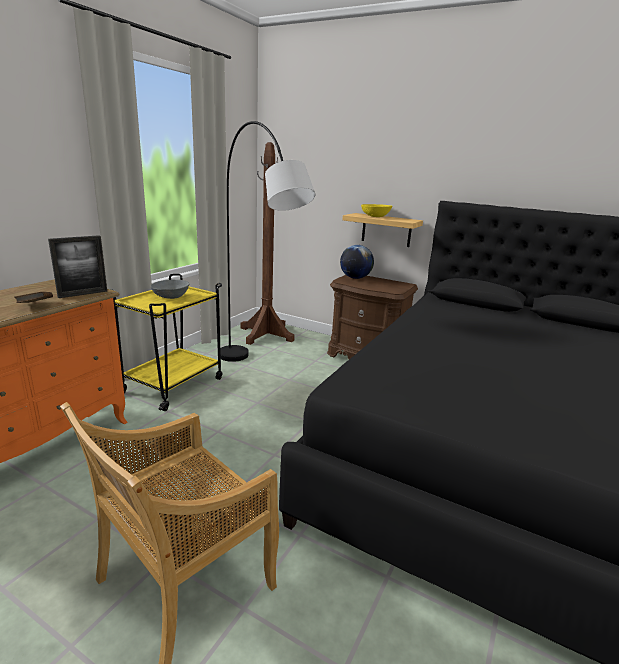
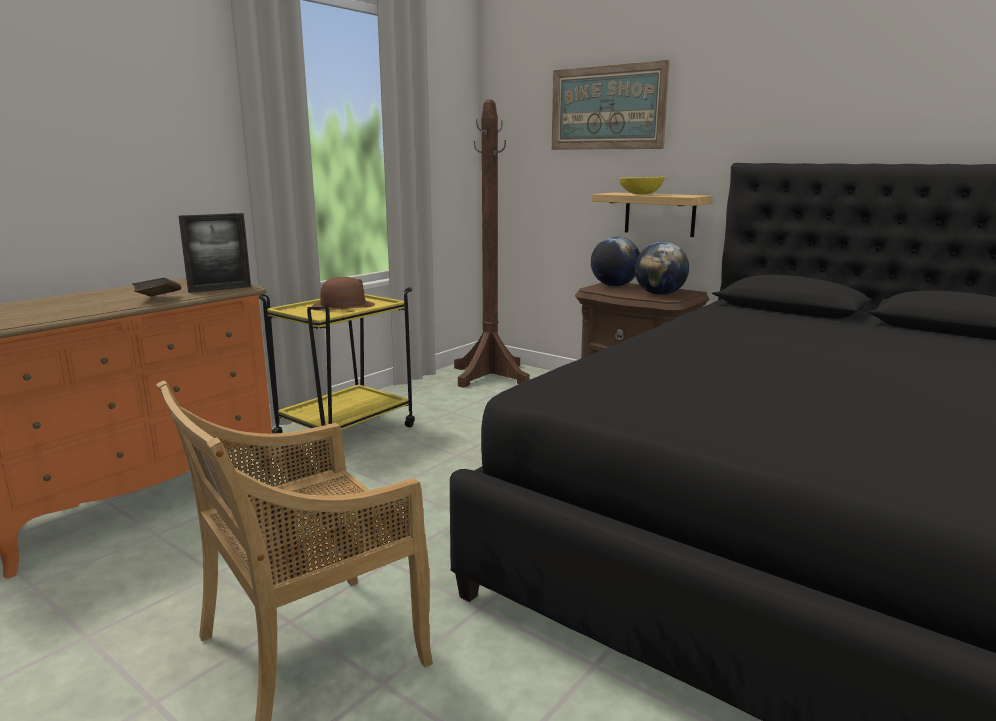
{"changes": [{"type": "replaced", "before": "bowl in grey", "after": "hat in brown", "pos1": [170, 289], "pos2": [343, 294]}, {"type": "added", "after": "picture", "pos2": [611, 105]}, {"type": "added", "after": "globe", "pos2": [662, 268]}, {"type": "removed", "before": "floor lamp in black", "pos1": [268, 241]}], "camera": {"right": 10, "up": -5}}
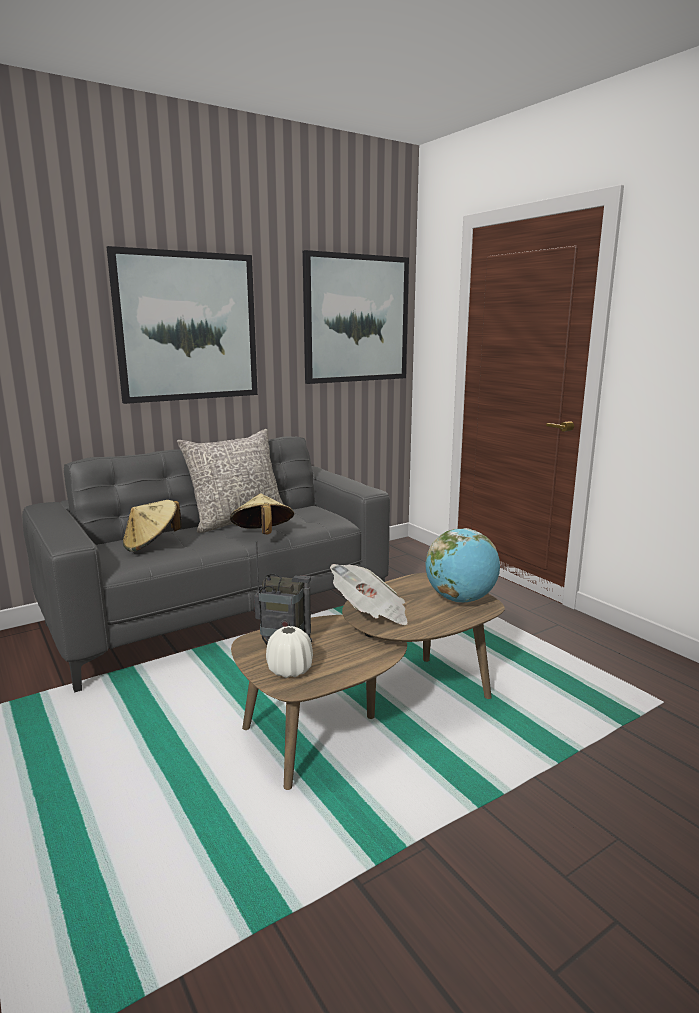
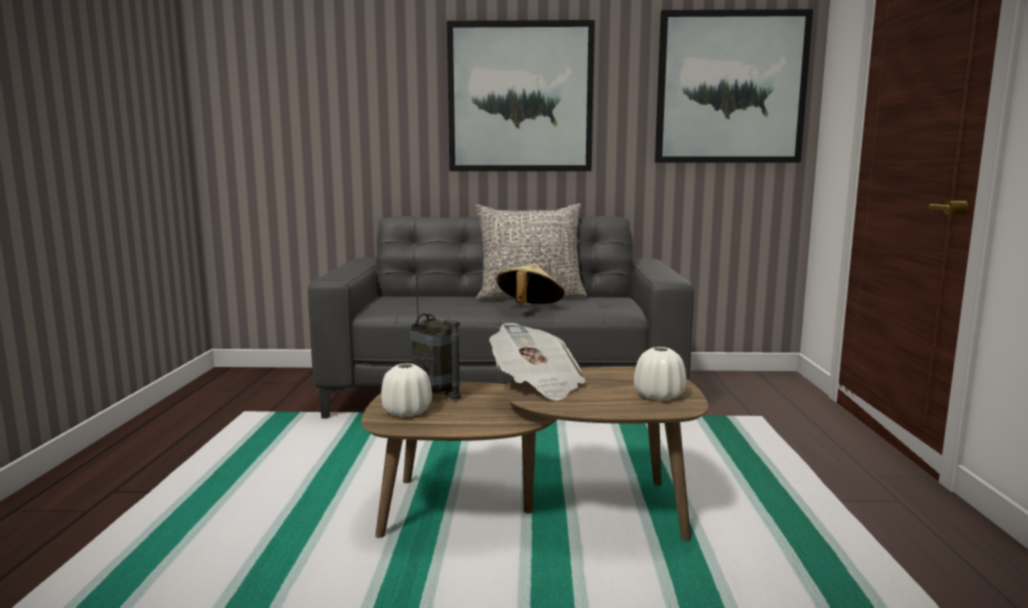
{"changes": [{"type": "replaced", "before": "globe", "after": "vase in white", "pos1": [463, 565], "pos2": [660, 374]}, {"type": "removed", "before": "hat in beige", "pos1": [152, 526]}], "camera": {"right": 35, "up": -5}}
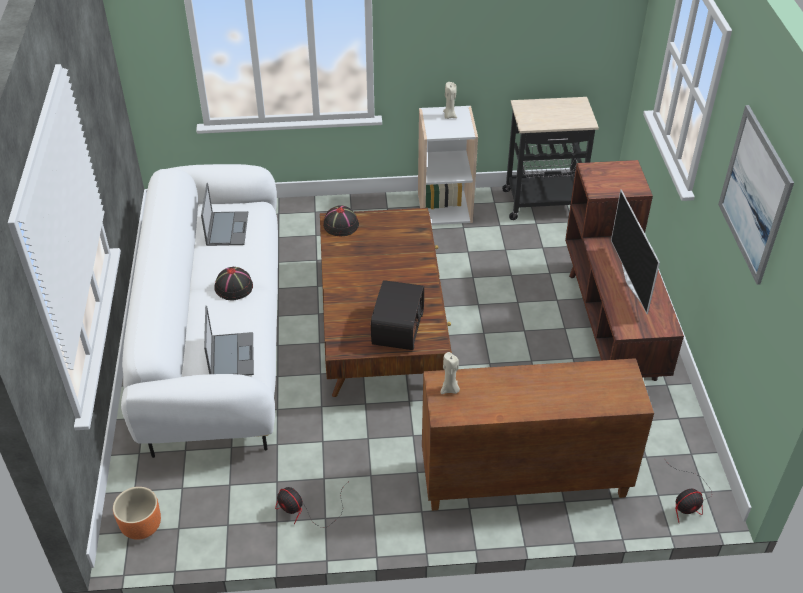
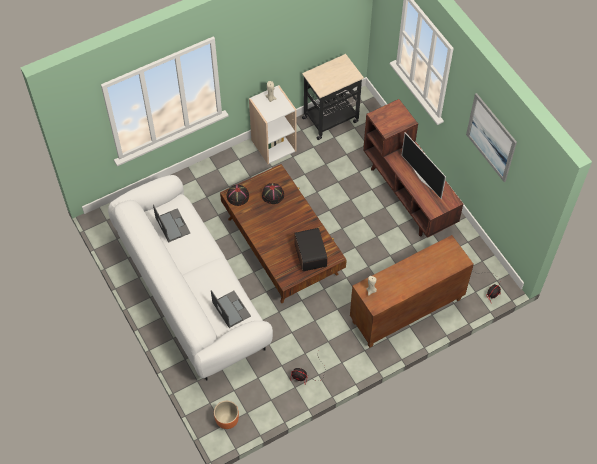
{"changes": [{"type": "moved", "before": "hat in black", "pos1": [233, 284], "pos2": [273, 193]}], "camera": {"right": -25, "up": 15}}
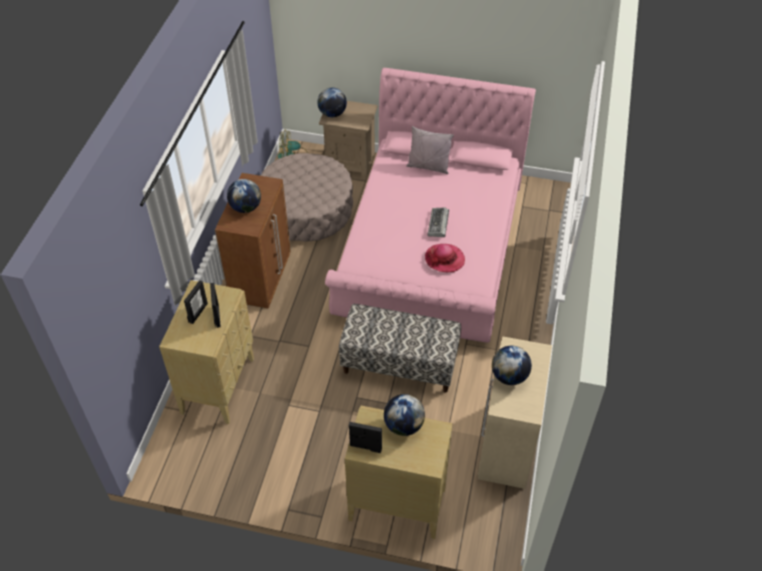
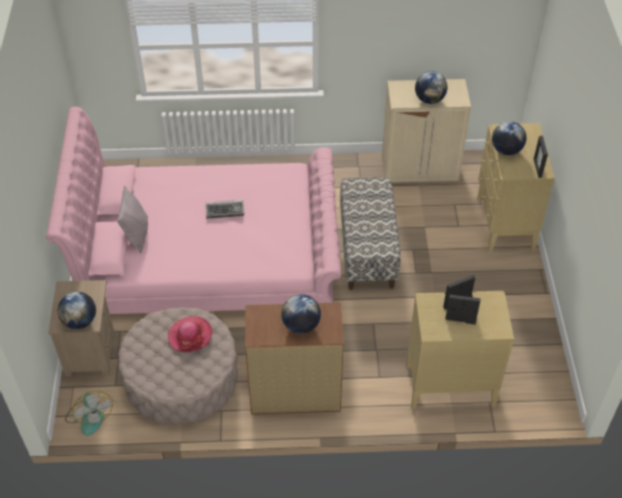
{"changes": [{"type": "moved", "before": "hat", "pos1": [445, 258], "pos2": [190, 334]}], "camera": {"right": -105, "up": 0}}
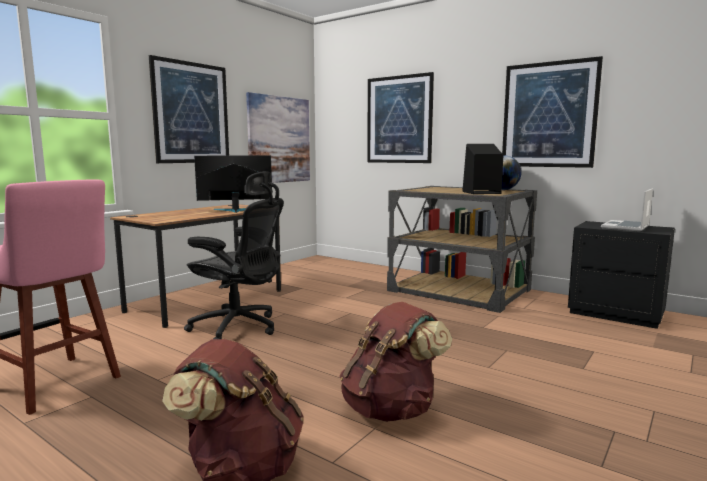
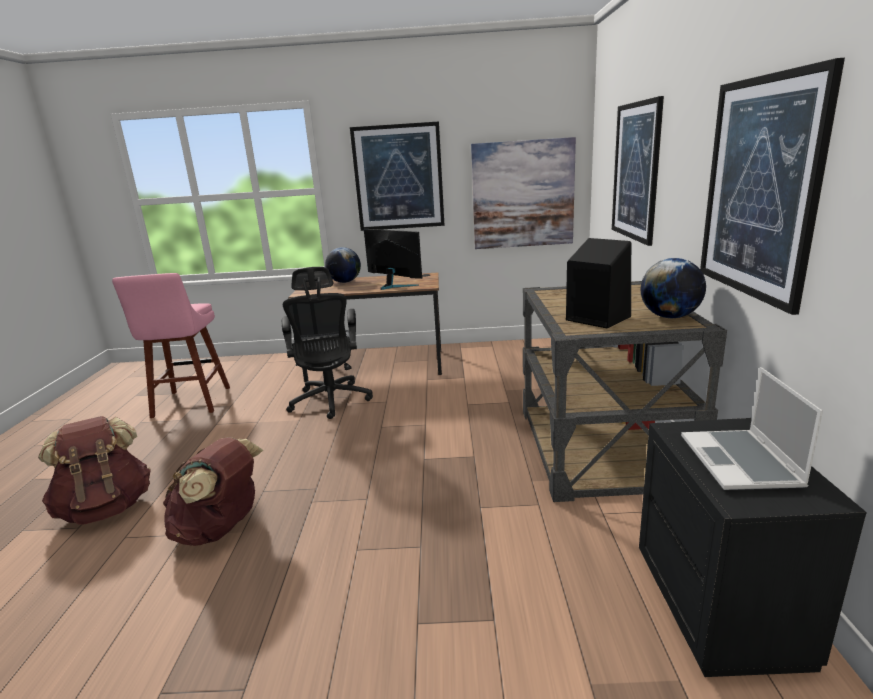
{"changes": [{"type": "added", "after": "globe", "pos2": [343, 265]}, {"type": "turned", "before": "laptop", "pos1": [627, 210], "pos2": [752, 428], "turn": -90}], "camera": {"right": 55, "up": 10}}
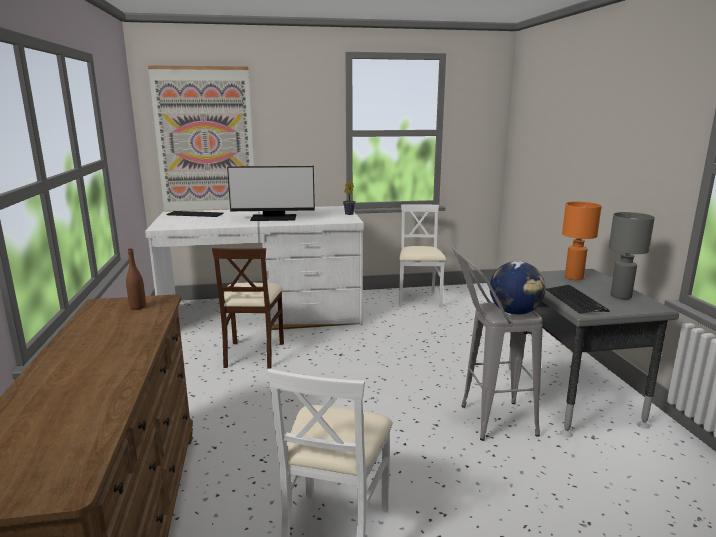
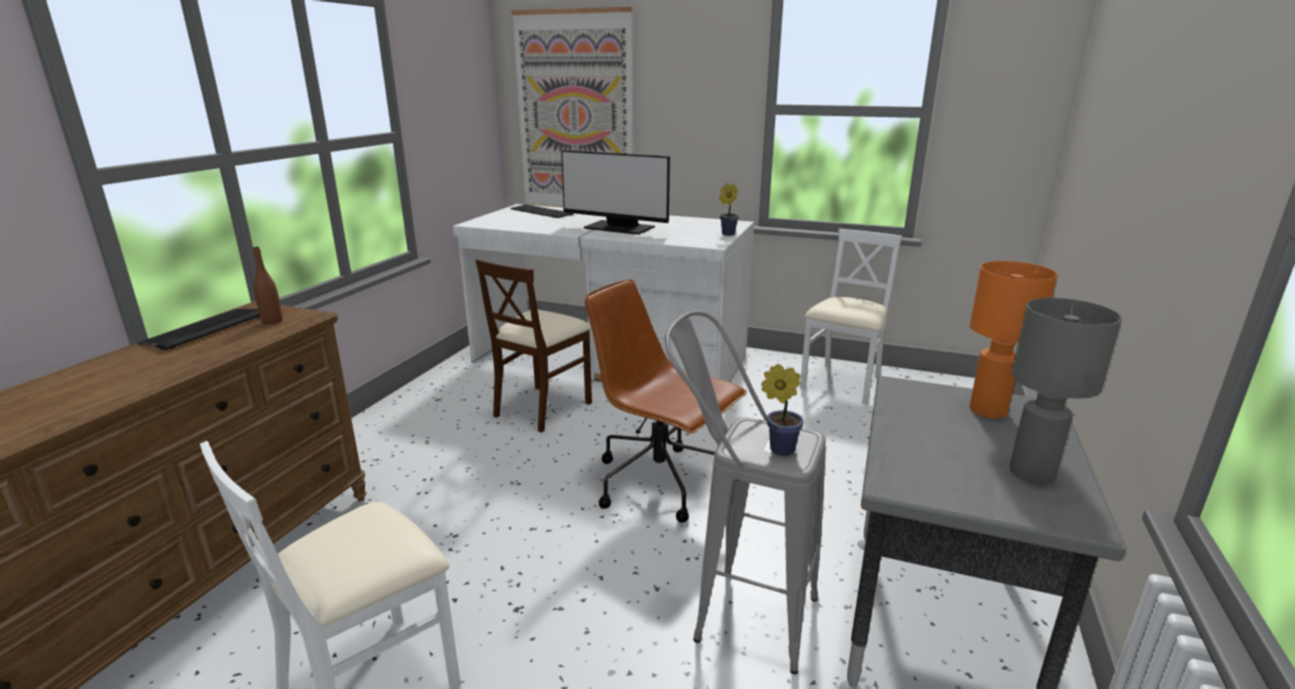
{"changes": [{"type": "moved", "before": "keyboard", "pos1": [577, 299], "pos2": [198, 329]}, {"type": "added", "after": "office chair in brown", "pos2": [666, 401]}, {"type": "replaced", "before": "globe", "after": "potted plant", "pos1": [517, 288], "pos2": [782, 410]}], "camera": {"right": 30, "up": 5}}
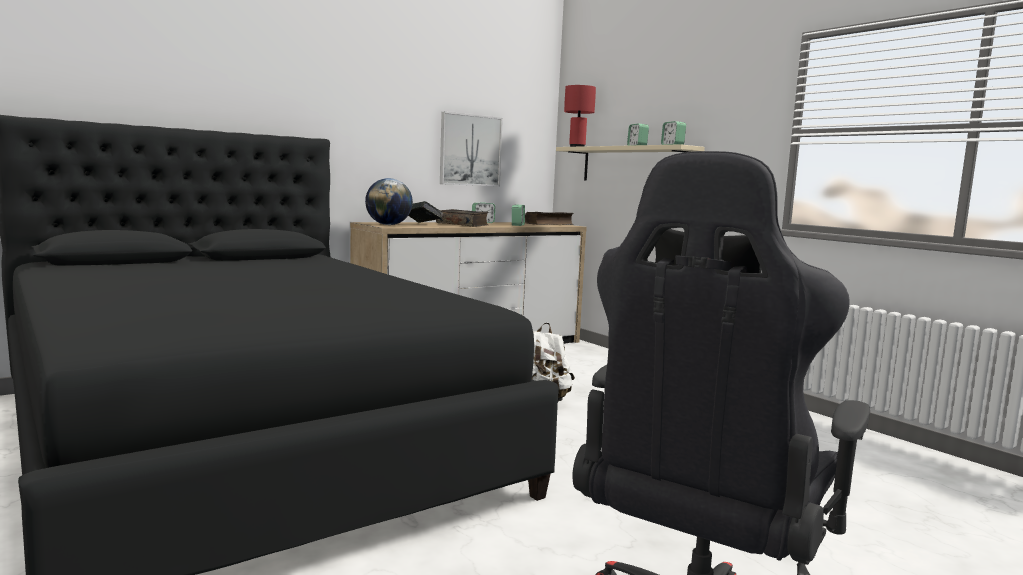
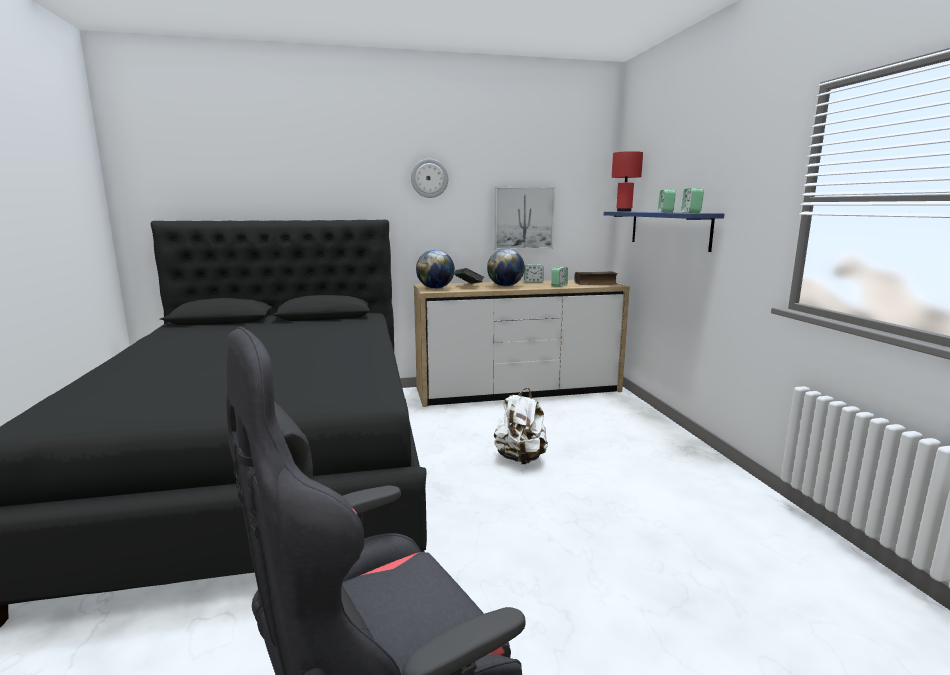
{"changes": [{"type": "added", "after": "wall clock", "pos2": [429, 178]}, {"type": "replaced", "before": "book", "after": "globe", "pos1": [462, 218], "pos2": [506, 267]}, {"type": "recoloured", "before": "shelf in beige", "after": "shelf in blue", "pos1": [630, 162], "pos2": [664, 232]}], "camera": {"right": 25, "up": 5}}
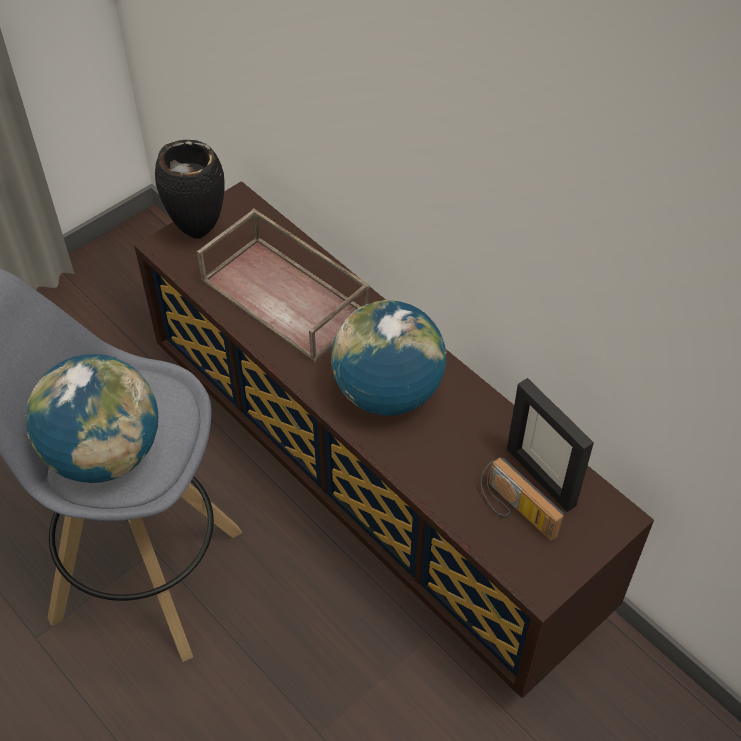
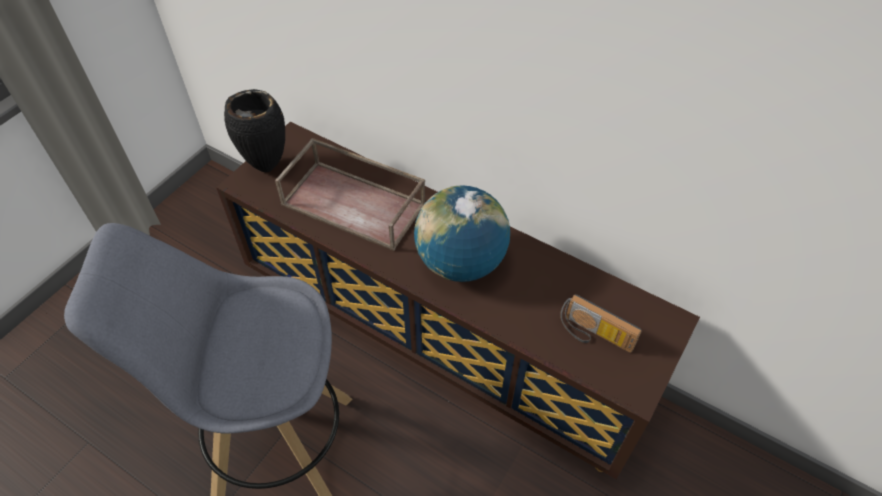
{"changes": [{"type": "removed", "before": "globe", "pos1": [92, 418]}, {"type": "removed", "before": "picture frame", "pos1": [550, 445]}], "camera": {"right": -15, "up": 0}}
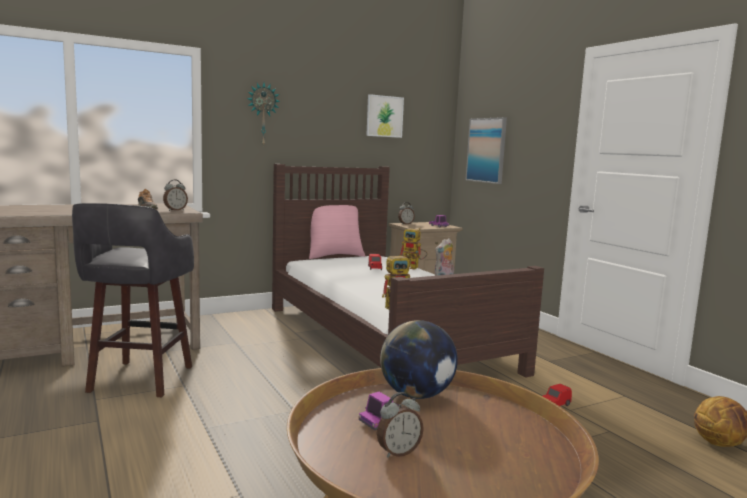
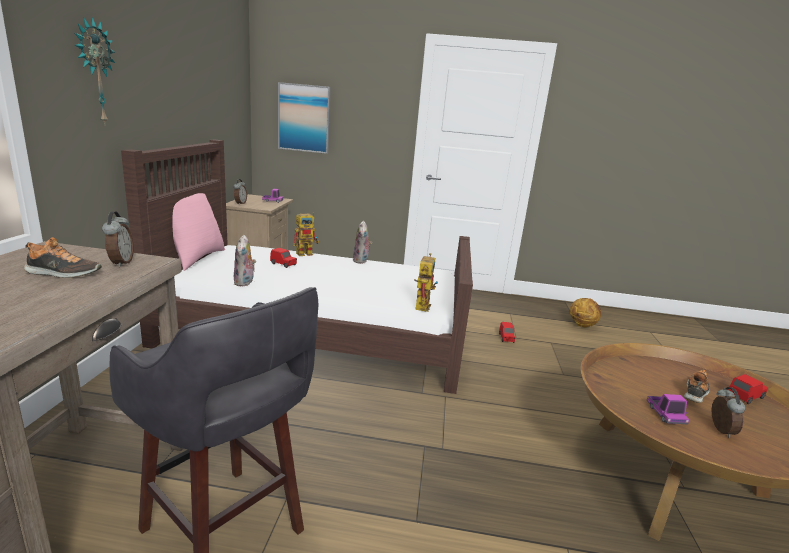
{"changes": [{"type": "added", "after": "plush toy", "pos2": [245, 260]}, {"type": "added", "after": "shoe", "pos2": [697, 386]}, {"type": "added", "after": "toy car in red", "pos2": [748, 389]}, {"type": "removed", "before": "picture", "pos1": [385, 116]}, {"type": "removed", "before": "globe", "pos1": [419, 359]}], "camera": {"right": -55, "up": 10}}
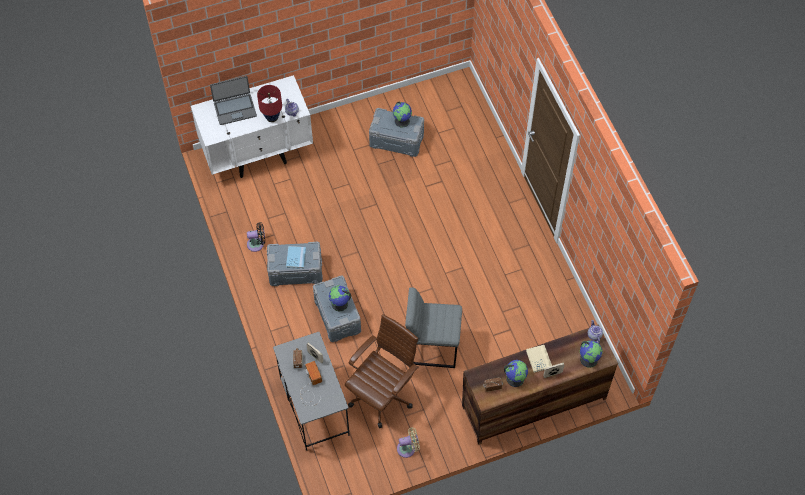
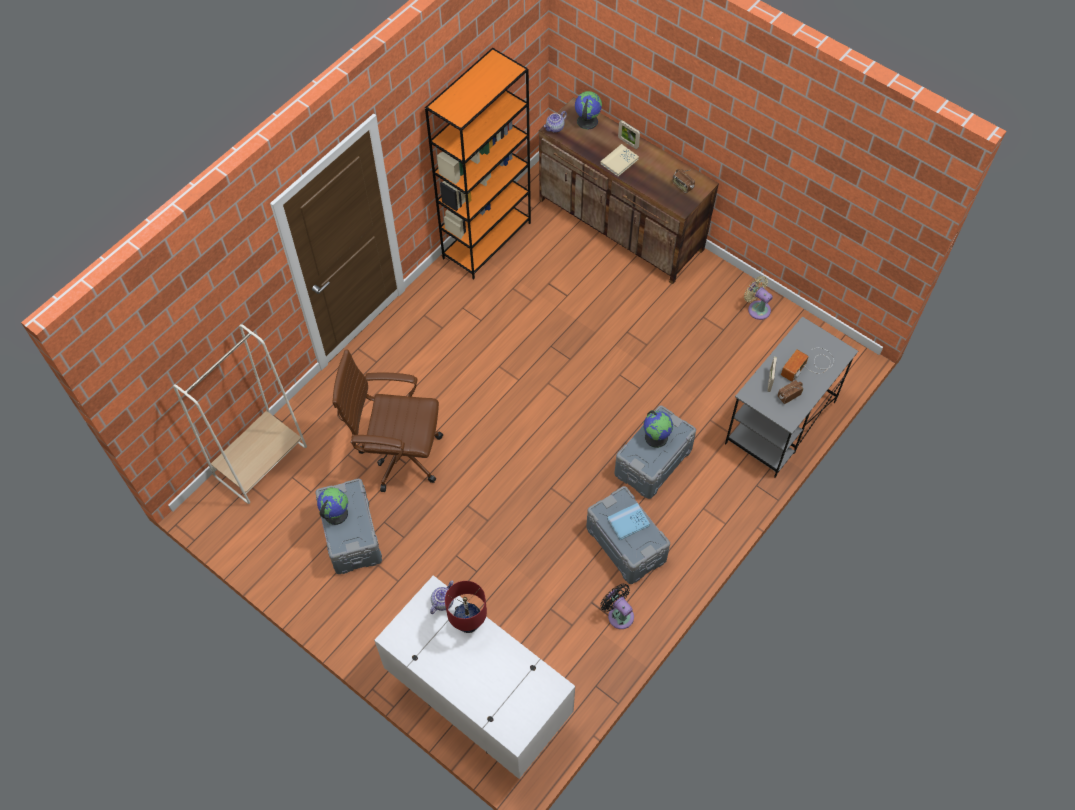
{"changes": [{"type": "added", "after": "clothes rack", "pos2": [240, 414]}, {"type": "moved", "before": "office chair in brown", "pos1": [382, 371], "pos2": [387, 420]}, {"type": "added", "after": "bookcase in orange", "pos2": [478, 164]}, {"type": "removed", "before": "laptop", "pos1": [233, 100]}, {"type": "removed", "before": "chair in grey", "pos1": [433, 327]}, {"type": "removed", "before": "globe", "pos1": [516, 373]}], "camera": {"right": -120, "up": 0}}
